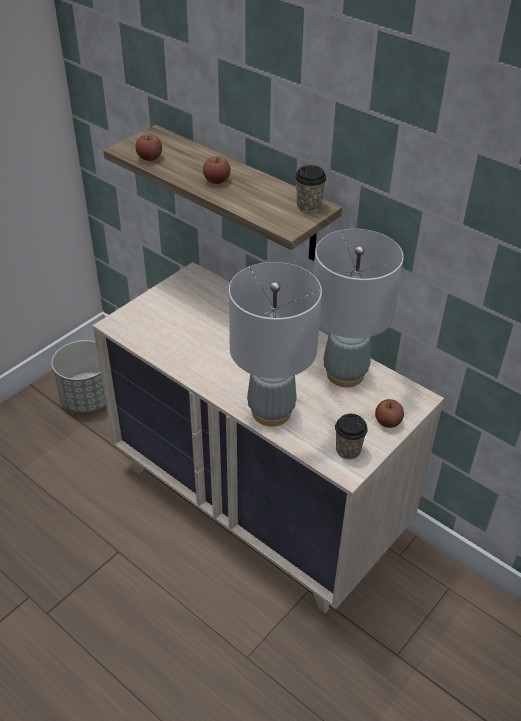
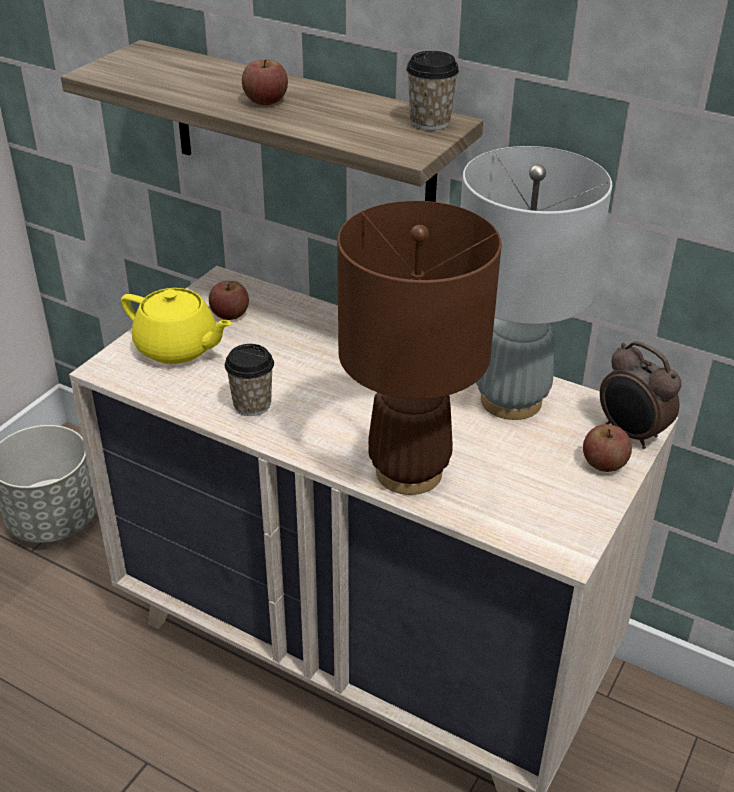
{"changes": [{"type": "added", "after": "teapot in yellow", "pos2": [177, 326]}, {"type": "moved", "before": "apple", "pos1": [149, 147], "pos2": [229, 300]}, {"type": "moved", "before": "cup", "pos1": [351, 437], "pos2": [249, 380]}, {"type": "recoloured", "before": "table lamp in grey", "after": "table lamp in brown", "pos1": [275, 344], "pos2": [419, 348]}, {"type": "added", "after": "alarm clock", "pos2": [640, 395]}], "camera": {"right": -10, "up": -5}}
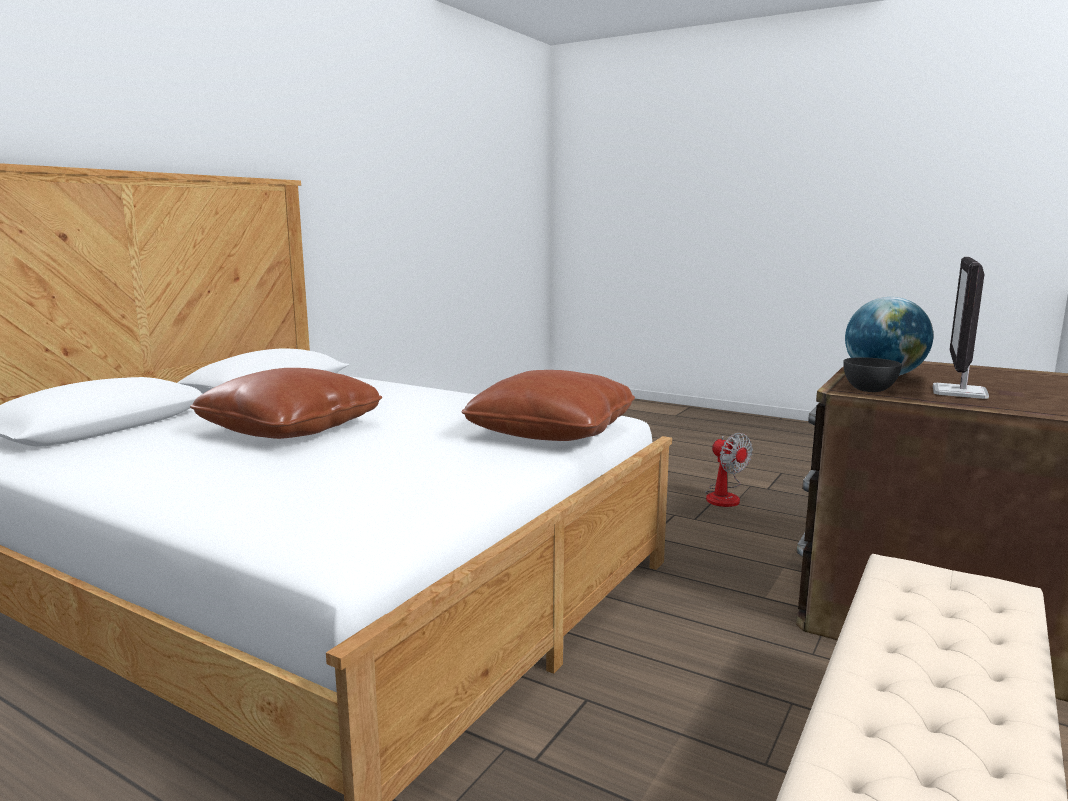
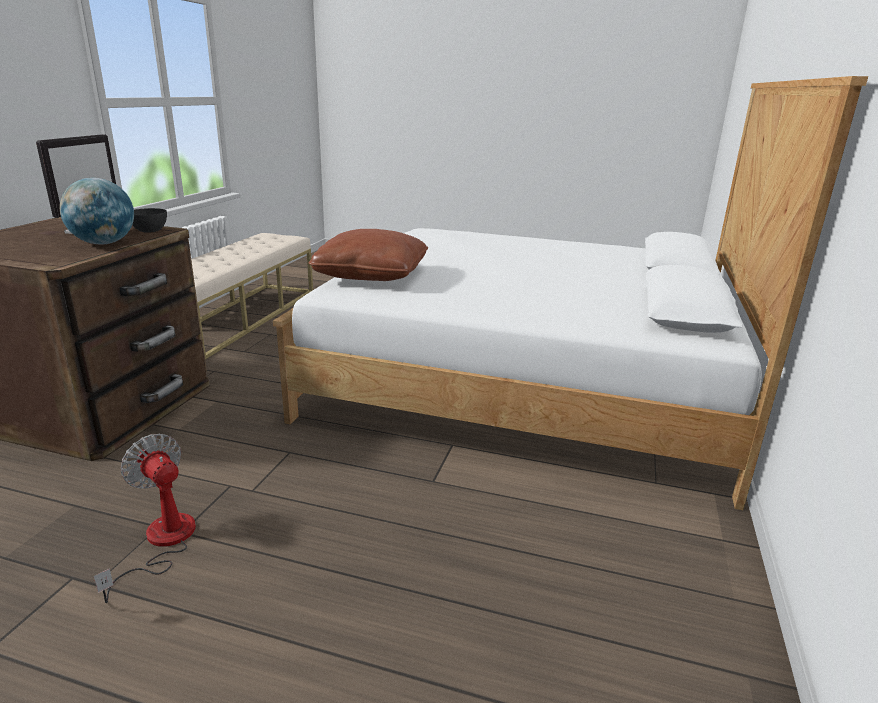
{"changes": [{"type": "removed", "before": "pillow in brown", "pos1": [286, 403]}], "camera": {"right": 165, "up": 10}}
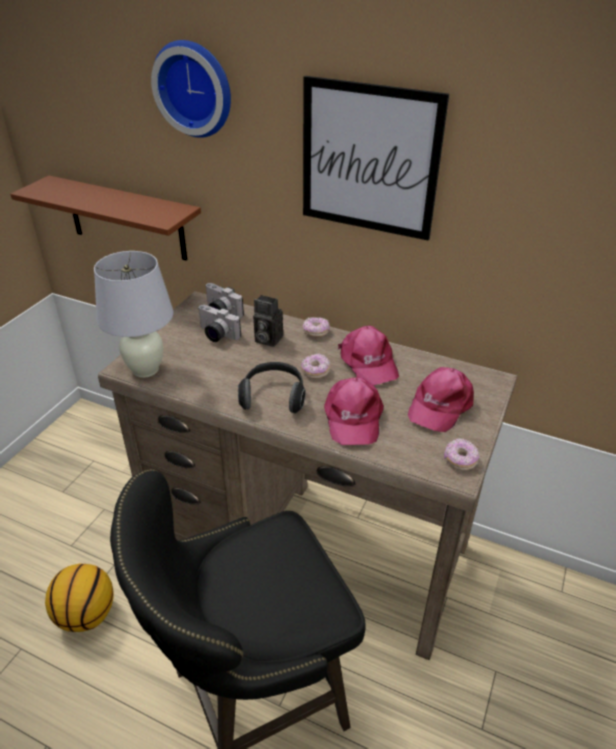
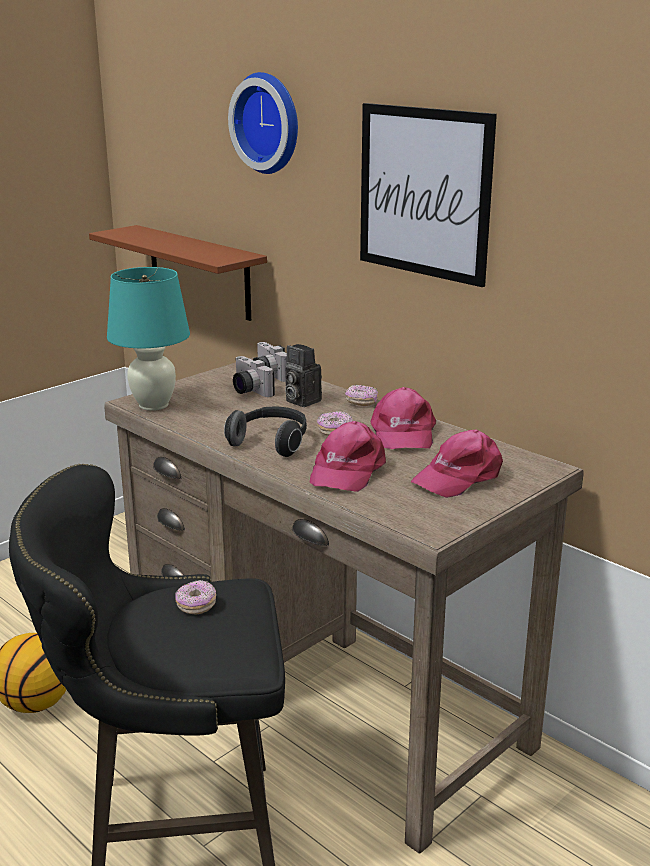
{"changes": [{"type": "recoloured", "before": "table lamp in white", "after": "table lamp in turquoise", "pos1": [133, 314], "pos2": [148, 339]}, {"type": "moved", "before": "donut", "pos1": [461, 454], "pos2": [195, 597]}], "camera": {"right": 20, "up": -15}}
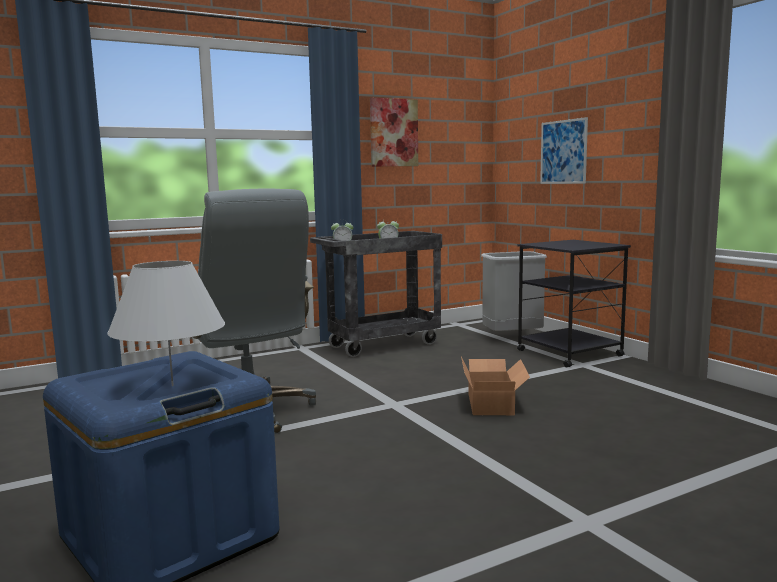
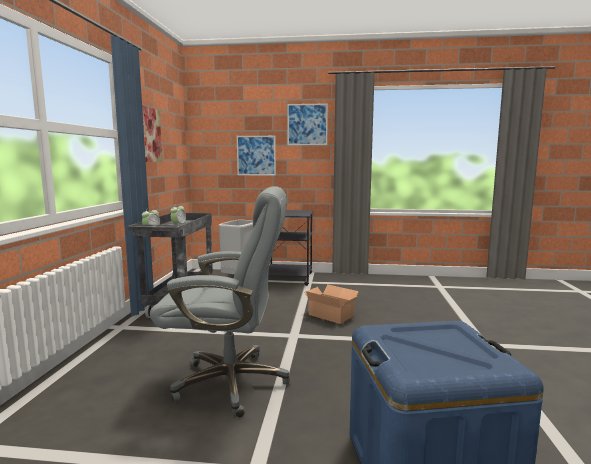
{"changes": [{"type": "added", "after": "picture", "pos2": [307, 124]}, {"type": "removed", "before": "table lamp in white", "pos1": [166, 323]}], "camera": {"right": -55, "up": 0}}
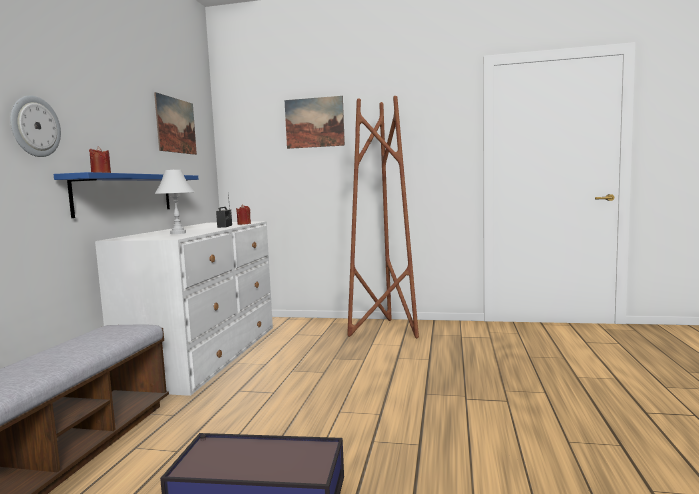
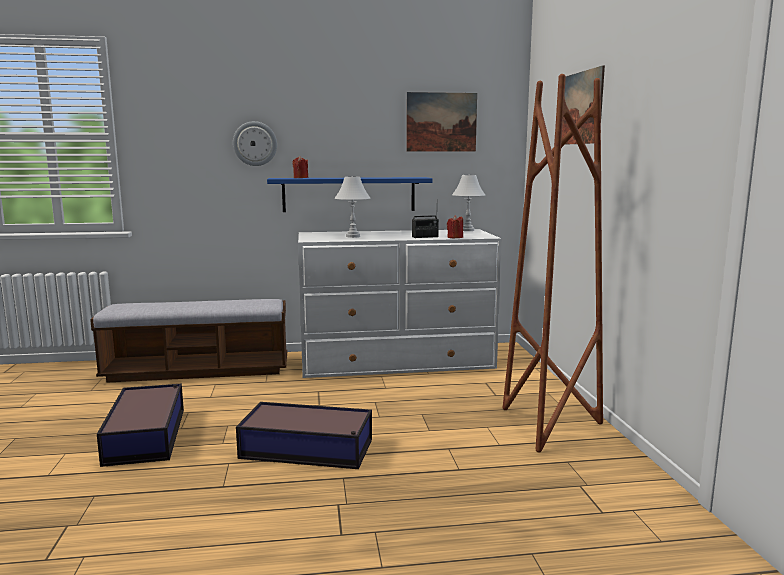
{"changes": [{"type": "added", "after": "storage box", "pos2": [304, 435]}, {"type": "added", "after": "table lamp in white", "pos2": [468, 202]}], "camera": {"right": 70, "up": 5}}
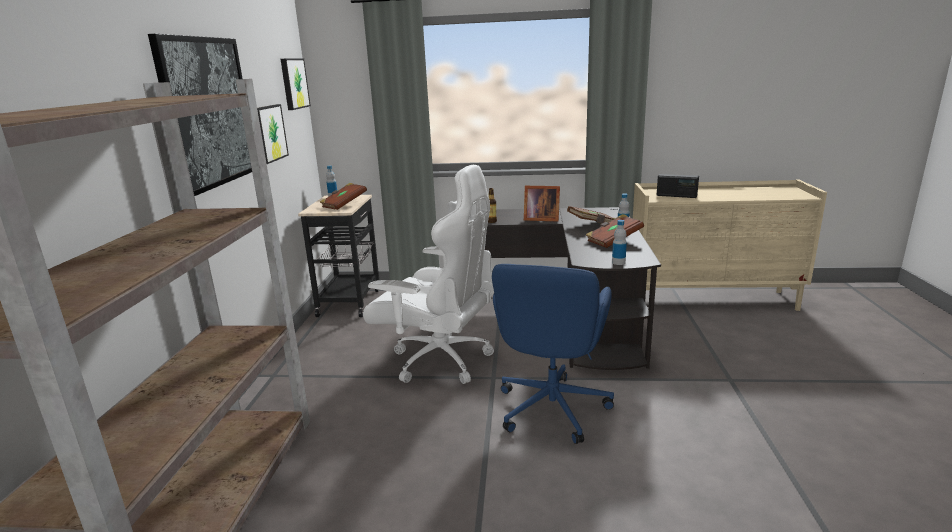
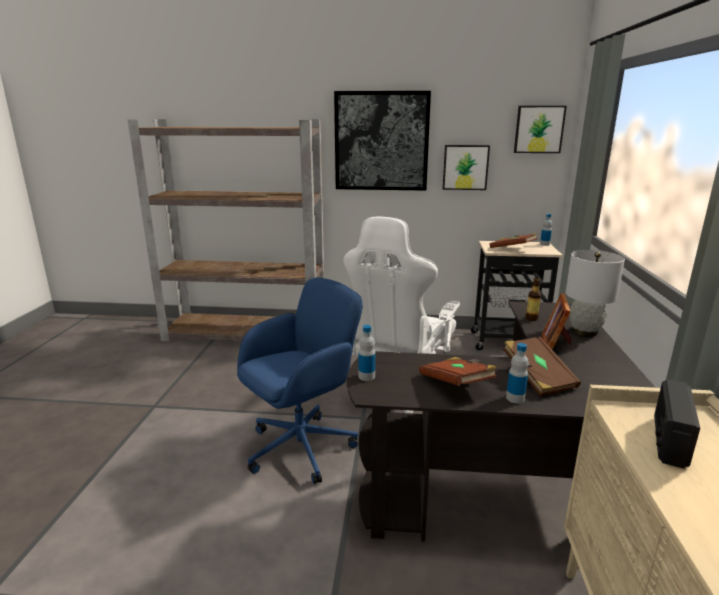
{"changes": [{"type": "turned", "before": "office chair in blue", "pos1": [553, 354], "pos2": [300, 380], "turn": 120}, {"type": "added", "after": "table lamp in white", "pos2": [595, 293]}], "camera": {"right": 90, "up": 0}}
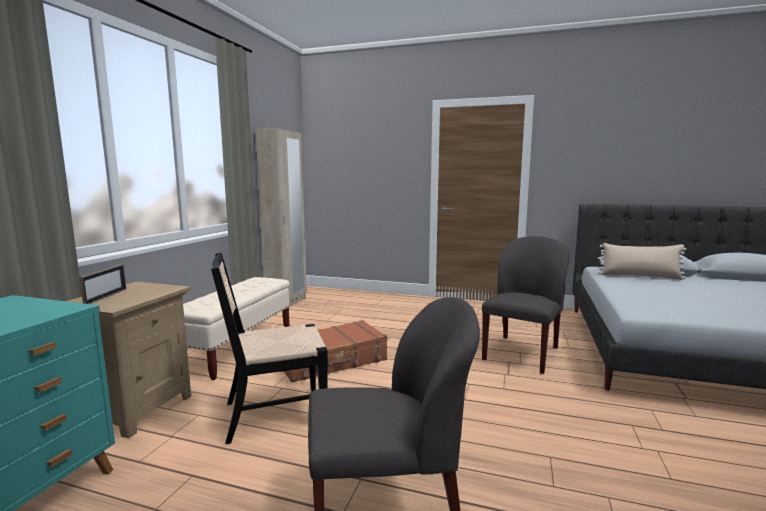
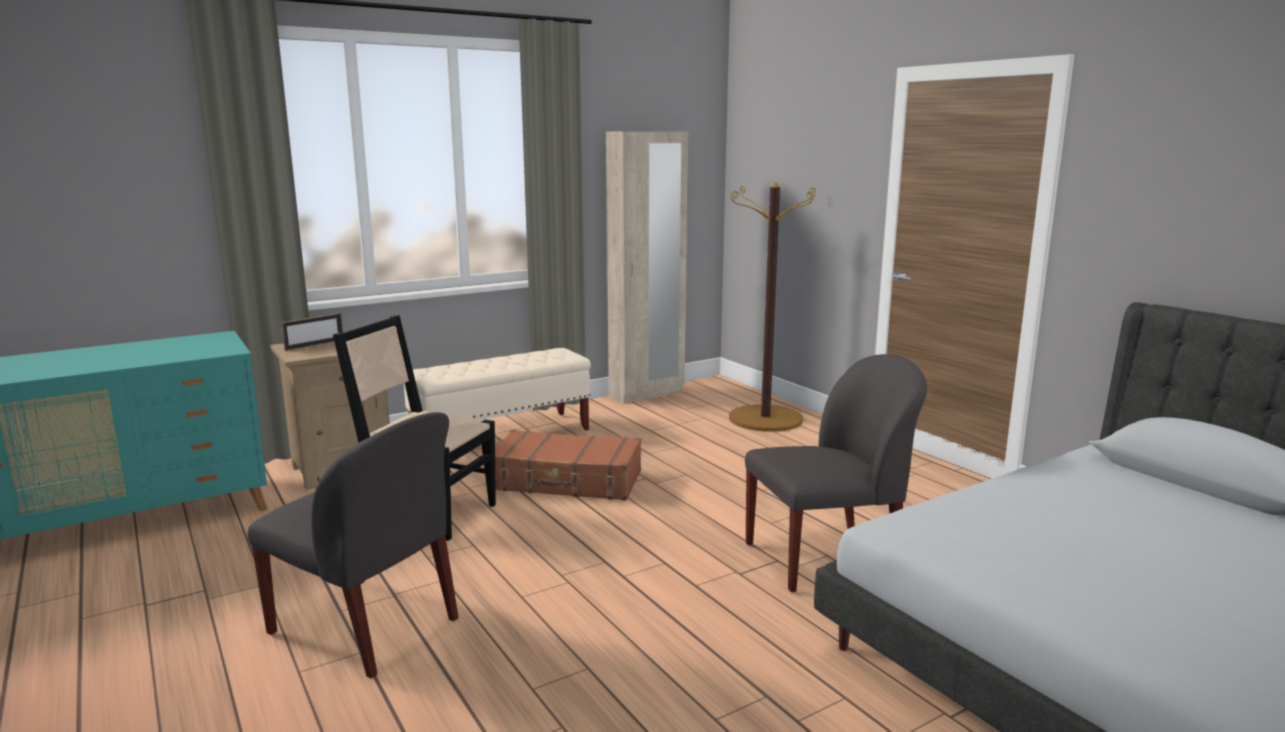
{"changes": [{"type": "added", "after": "clothes rack in brown", "pos2": [772, 307]}, {"type": "removed", "before": "pillow in beige", "pos1": [642, 261]}], "camera": {"right": 40, "up": 5}}
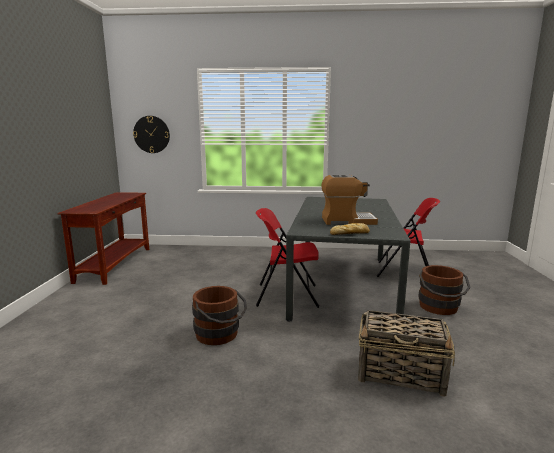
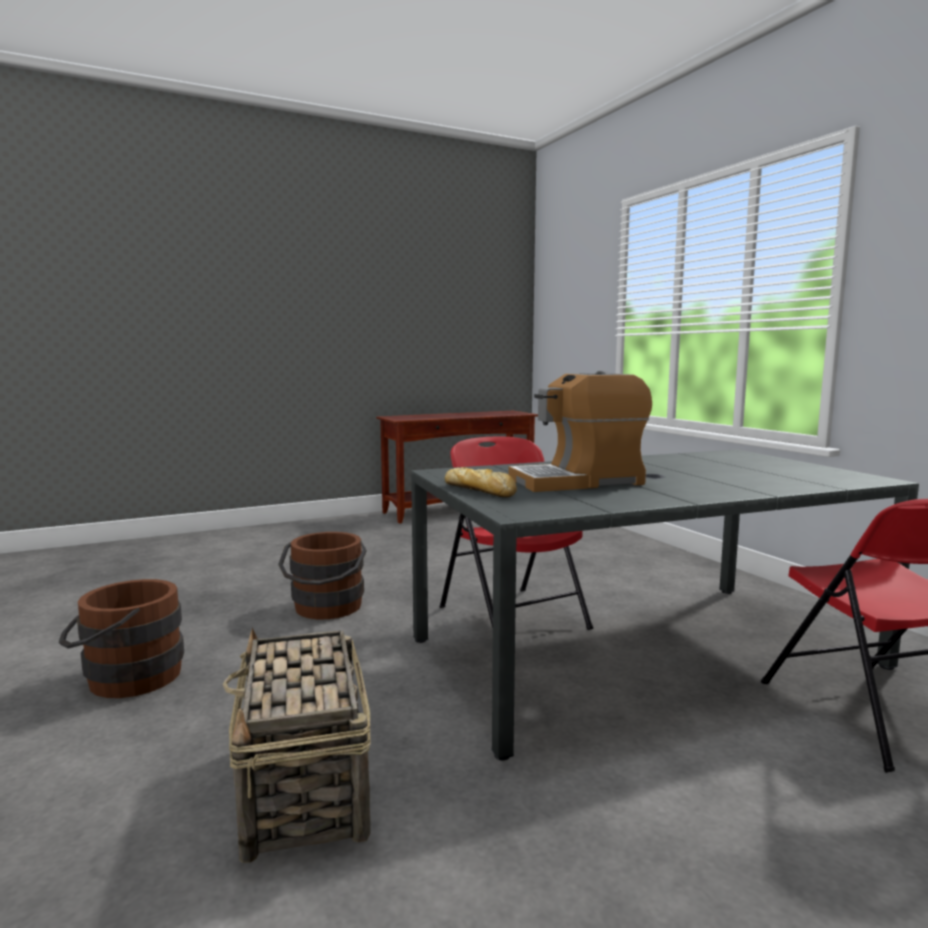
{"changes": [{"type": "moved", "before": "bucket in brown", "pos1": [444, 290], "pos2": [121, 638]}, {"type": "turned", "before": "coffee machine", "pos1": [349, 200], "pos2": [580, 431], "turn": 105}, {"type": "removed", "before": "wall clock", "pos1": [151, 134]}], "camera": {"right": 60, "up": -5}}
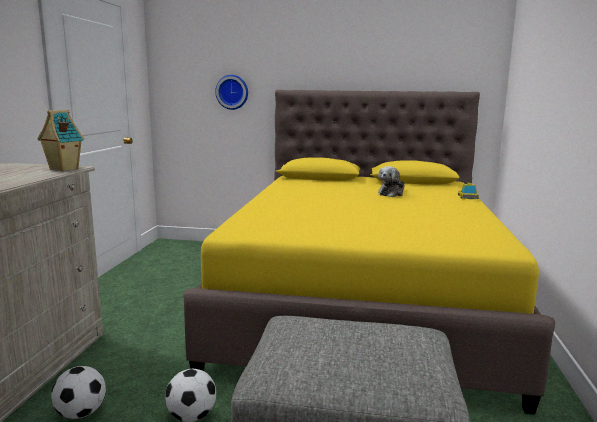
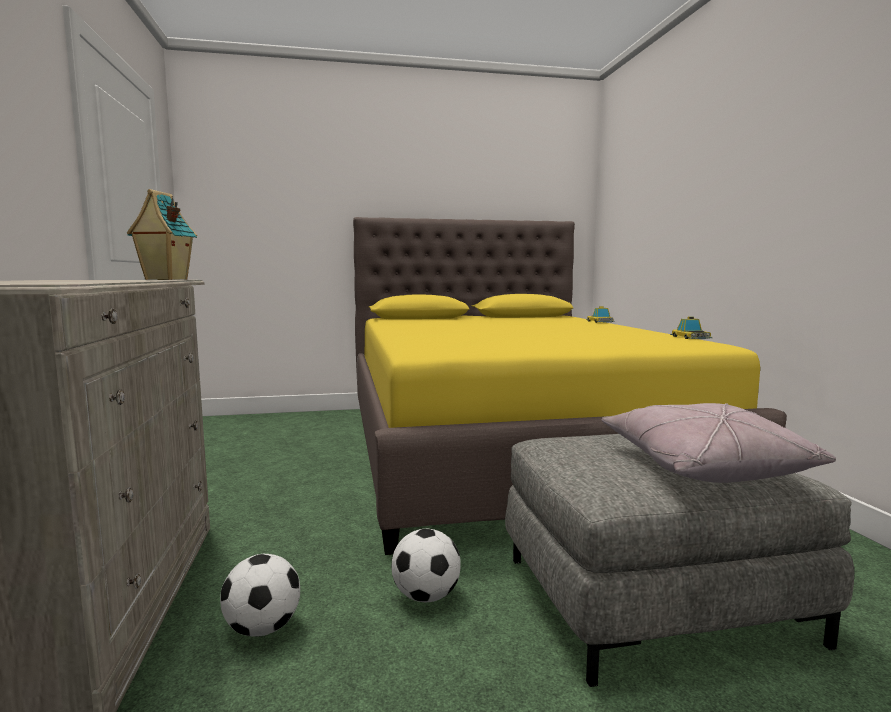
{"changes": [{"type": "added", "after": "pillow in purple", "pos2": [718, 443]}, {"type": "added", "after": "toy car", "pos2": [691, 328]}, {"type": "removed", "before": "wall clock", "pos1": [231, 92]}, {"type": "removed", "before": "plush toy", "pos1": [391, 181]}], "camera": {"right": -20, "up": -5}}
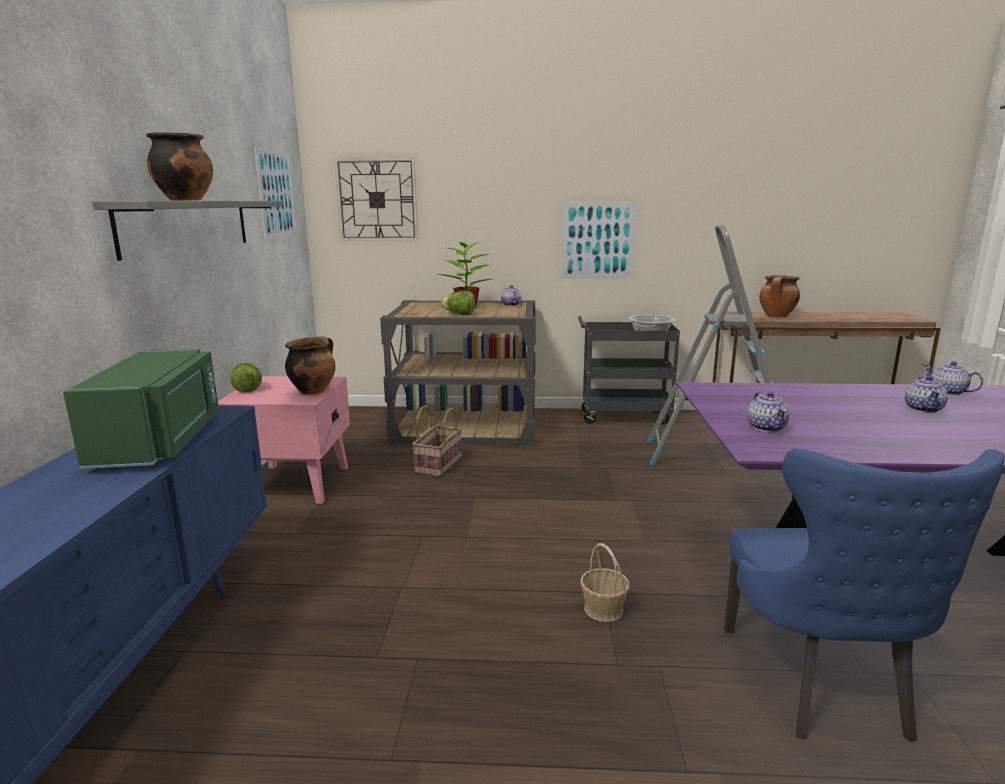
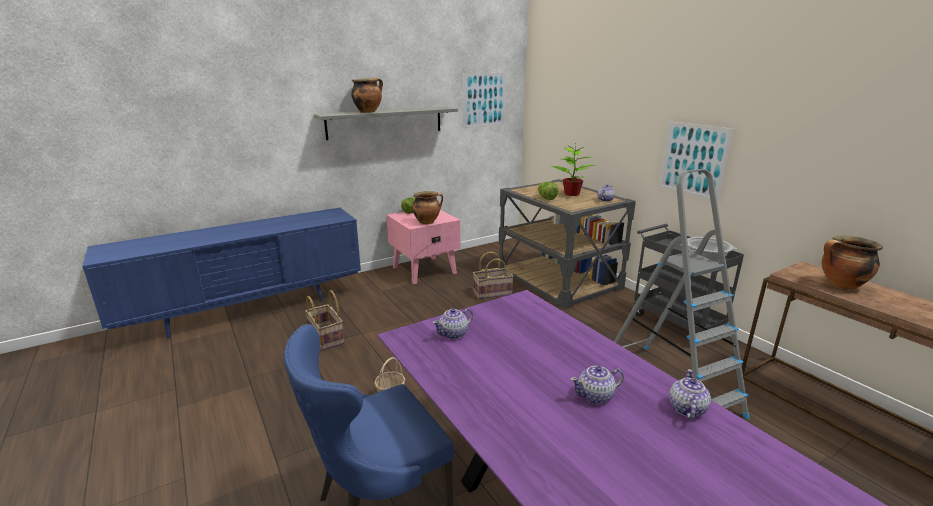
{"changes": [{"type": "added", "after": "basket", "pos2": [324, 320]}, {"type": "removed", "before": "microwave in green", "pos1": [141, 409]}, {"type": "removed", "before": "wall clock", "pos1": [376, 199]}], "camera": {"right": 55, "up": 5}}
